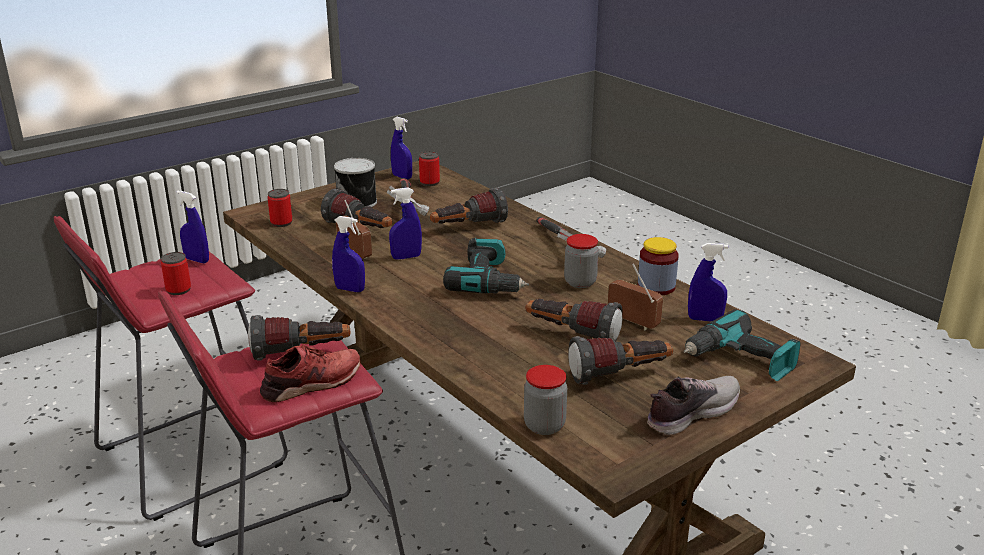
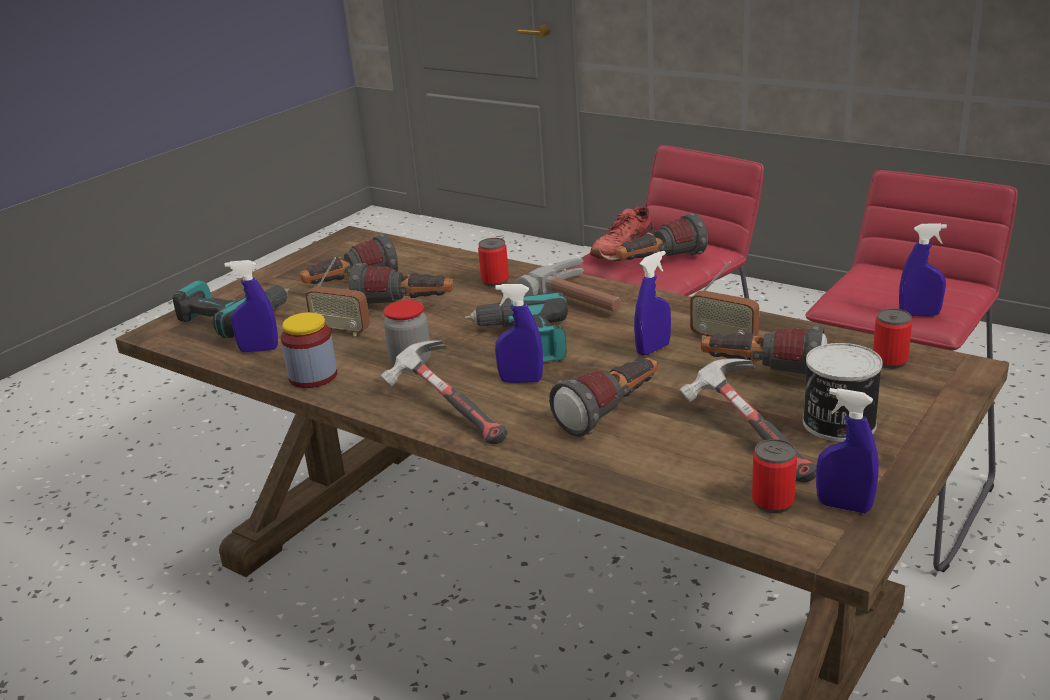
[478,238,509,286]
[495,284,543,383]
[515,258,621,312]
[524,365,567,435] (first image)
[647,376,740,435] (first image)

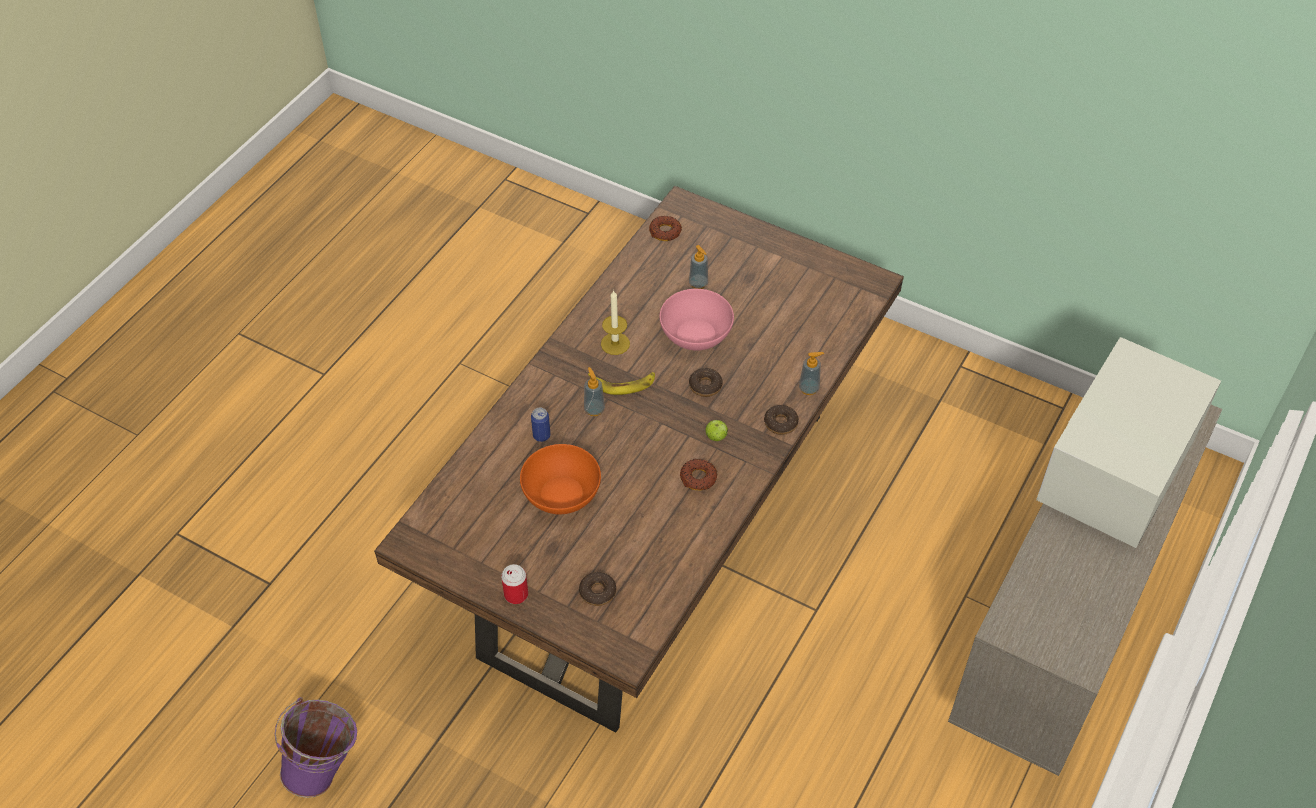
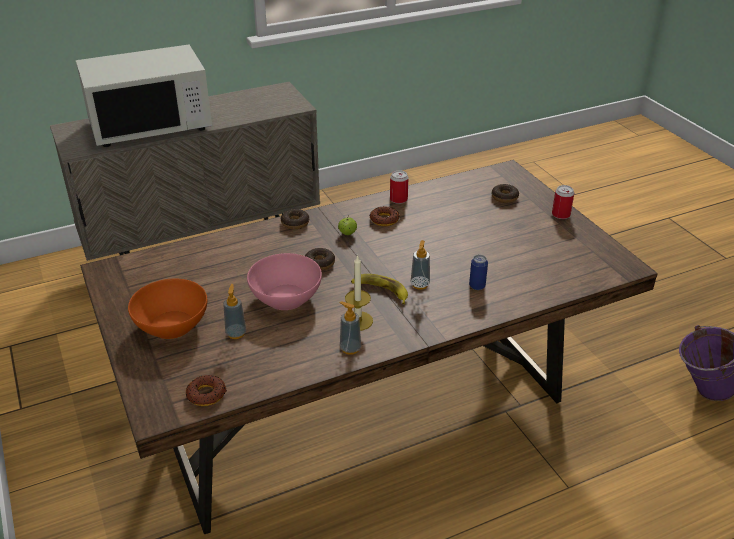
[128,279,207,339]
[339,301,361,355]
[390,170,409,204]

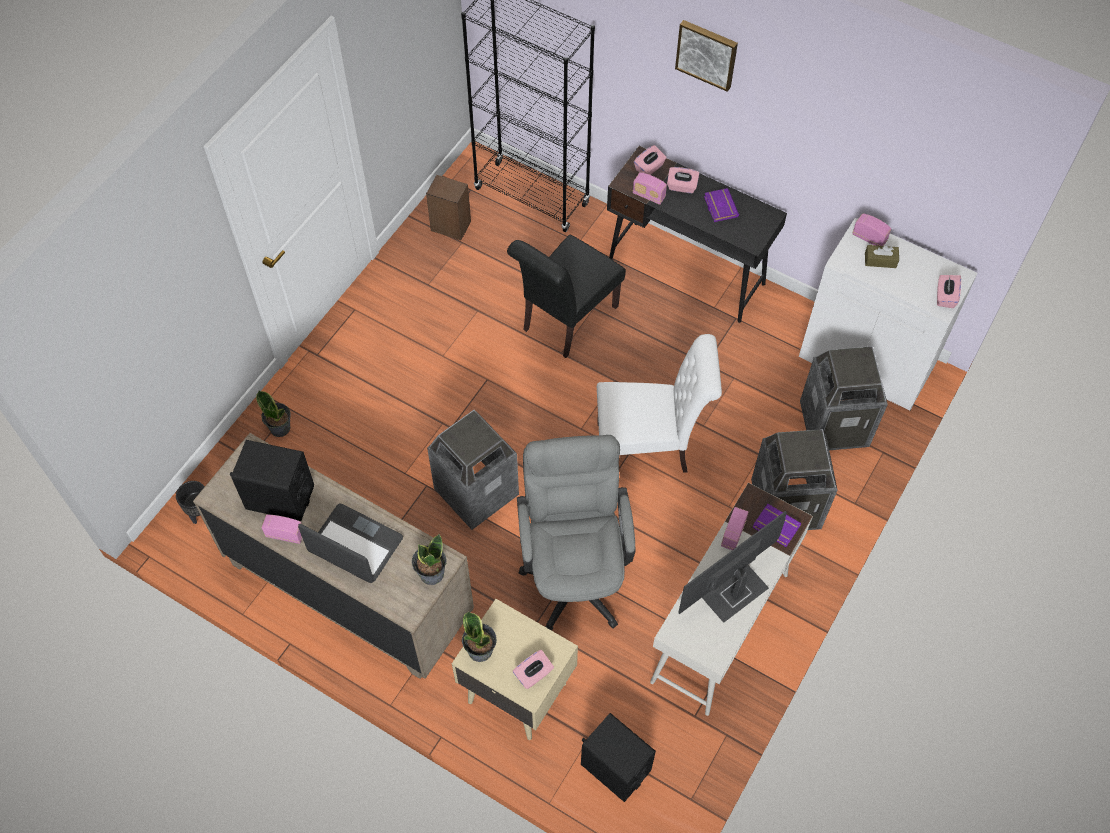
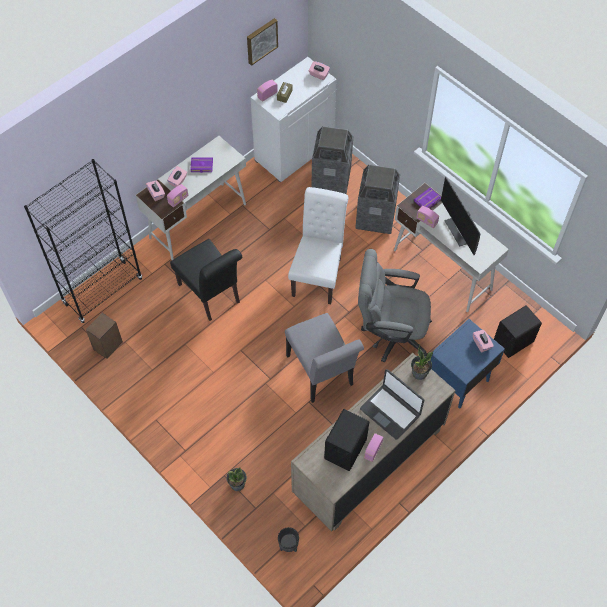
[136,136,246,260]
[247,18,278,66]
[285,313,364,403]
[360,369,424,440]
[430,319,505,408]
[462,611,497,662] (first image)

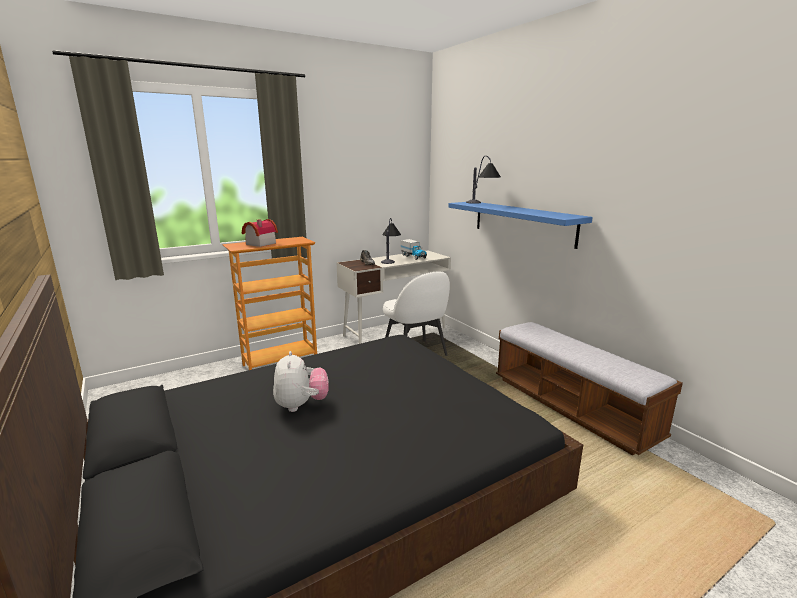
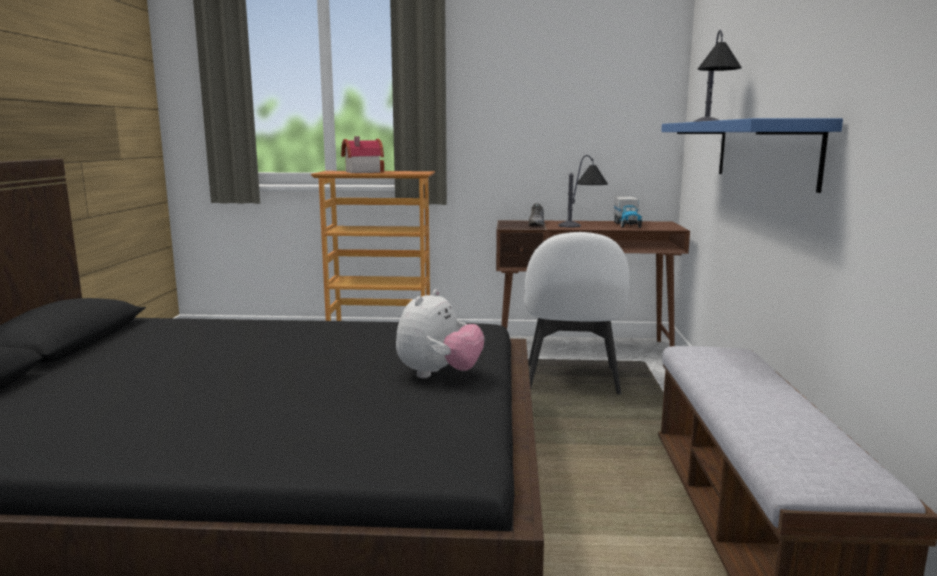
[396,289,484,378]
[496,220,690,347]

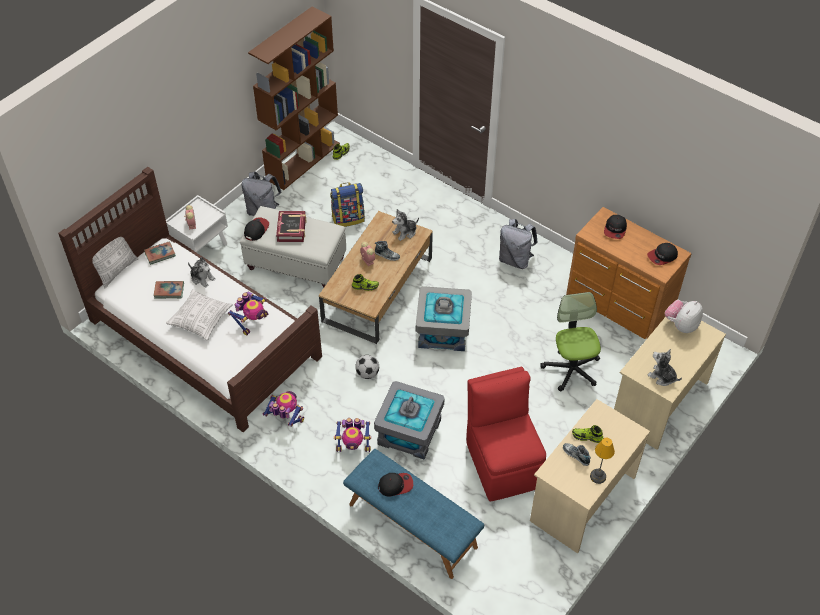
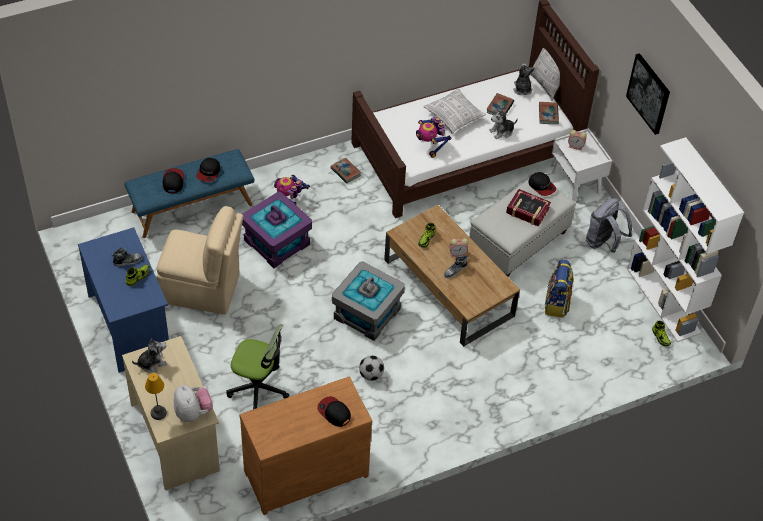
[78,227,169,373]
[145,373,167,420]
[156,206,243,314]
[162,168,184,193]
[242,192,312,268]
[330,158,361,184]
[359,355,384,381]
[513,64,535,95]
[626,53,670,135]
[627,137,744,342]
[499,219,538,269] (first image)

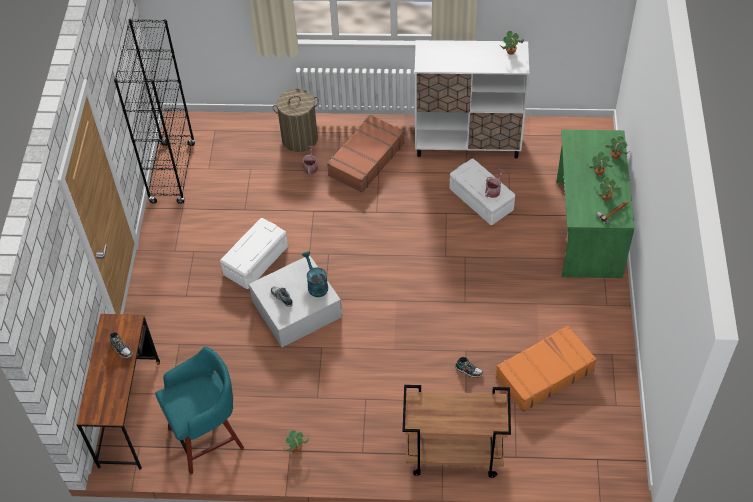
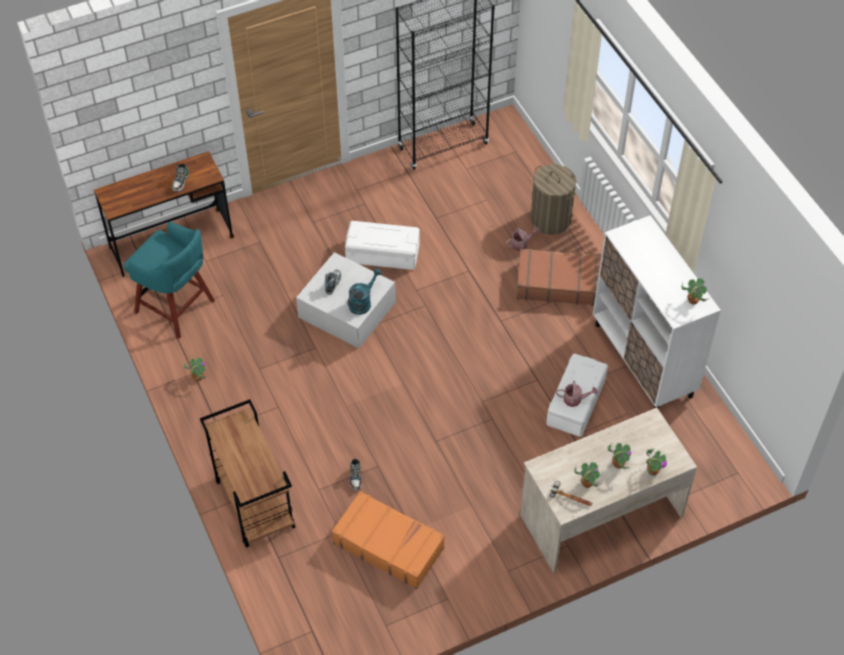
[520,408,697,573]

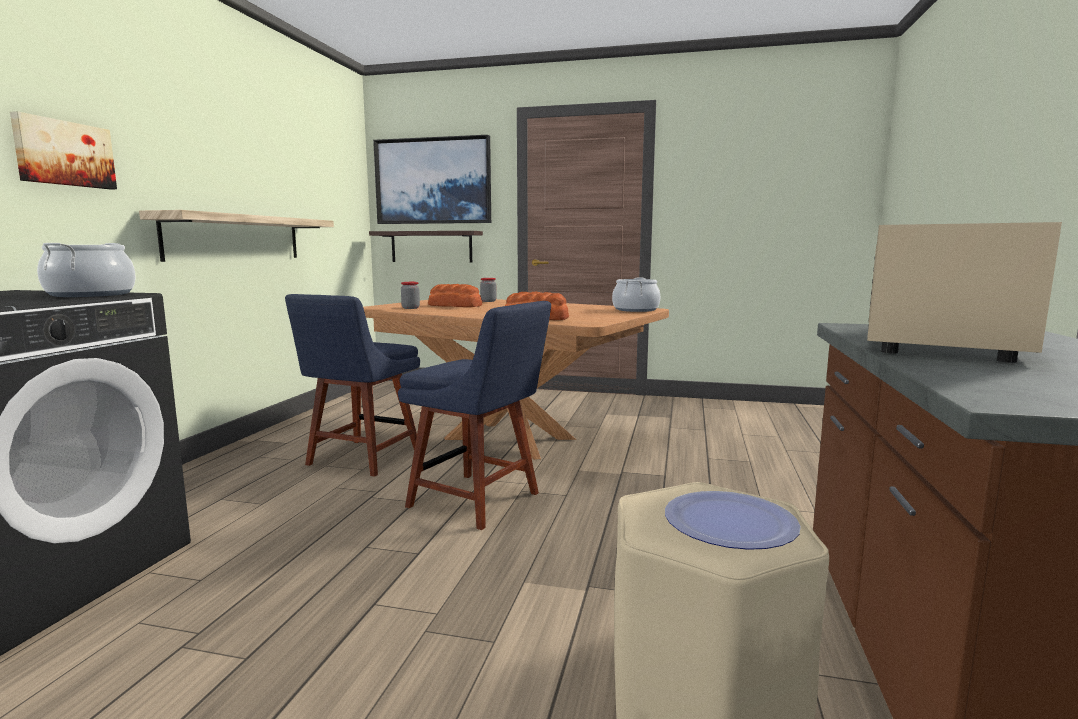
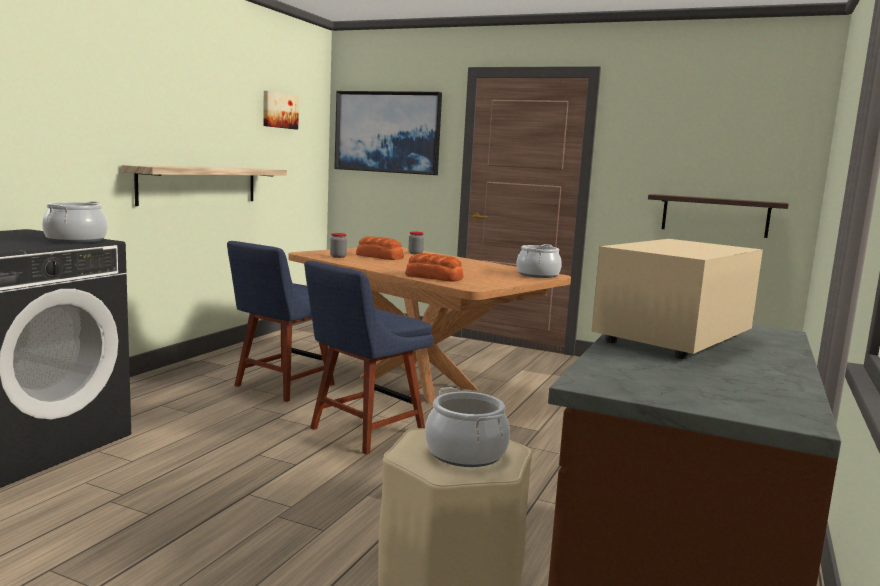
[263,91,299,130]
[304,261,434,455]
[425,387,510,467]
[648,194,789,238]

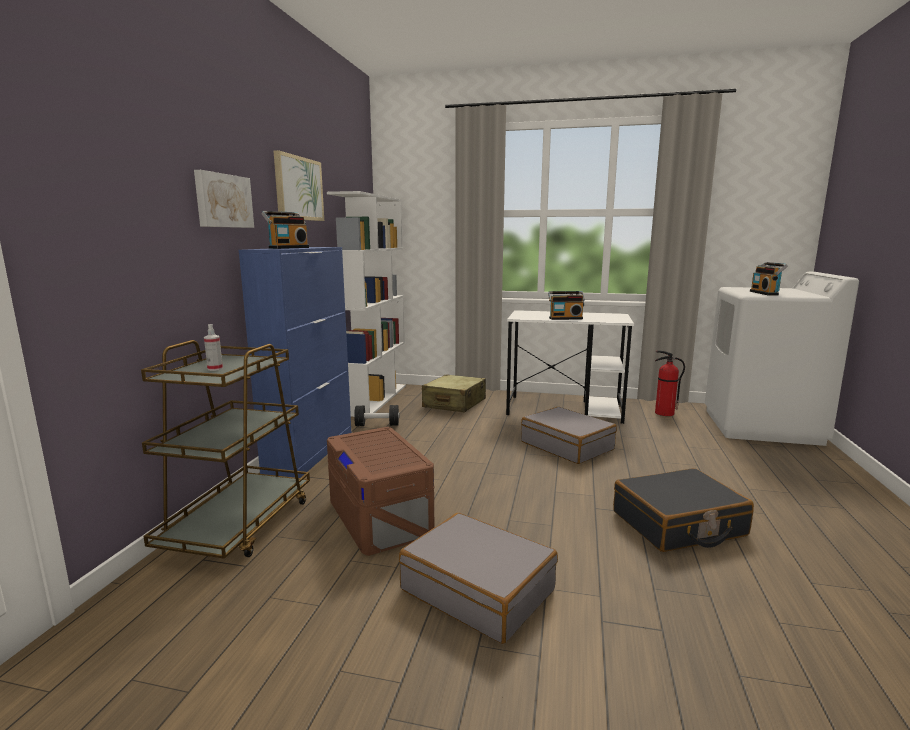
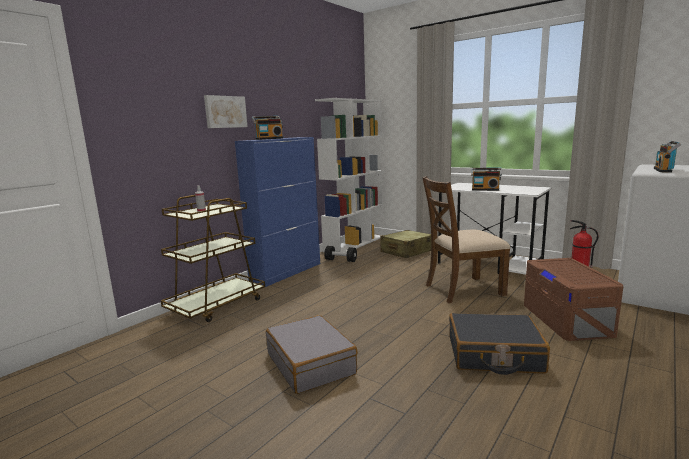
[423,176,511,303]
[524,258,623,341]
[273,150,324,221] (first image)

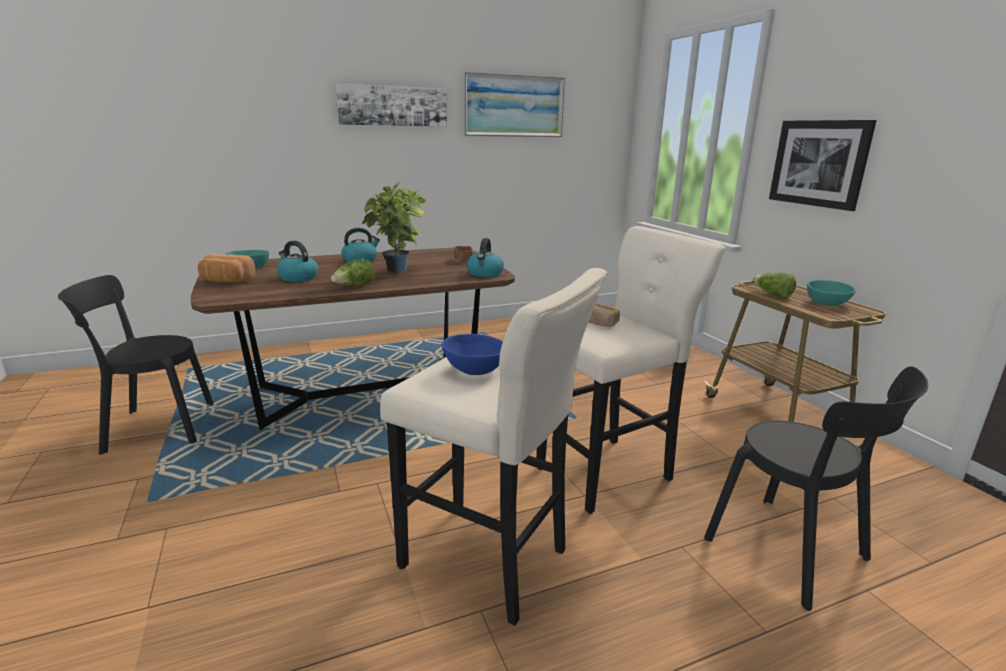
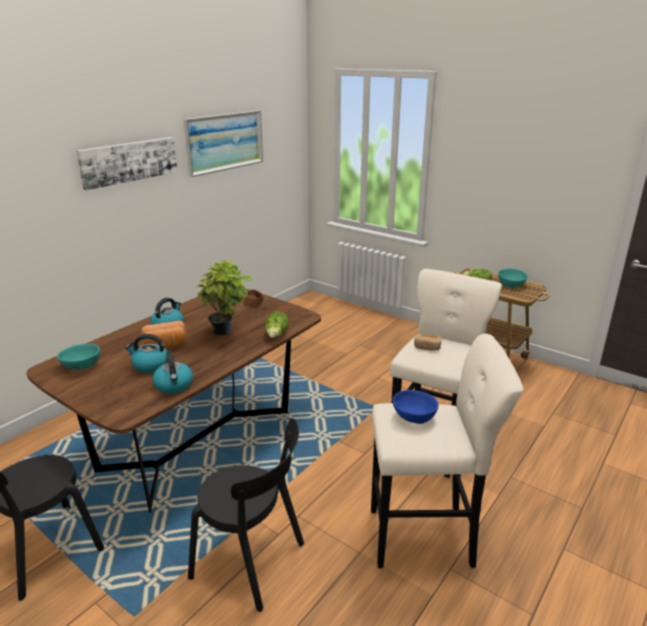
[141,321,186,349]
[153,350,193,394]
[188,418,304,612]
[265,311,289,338]
[769,120,877,211] (first image)

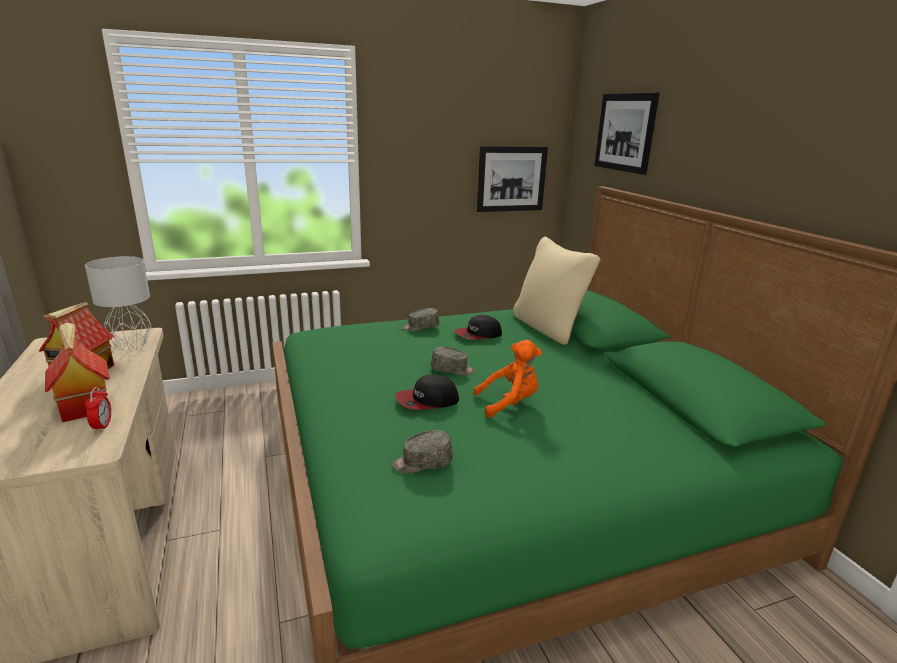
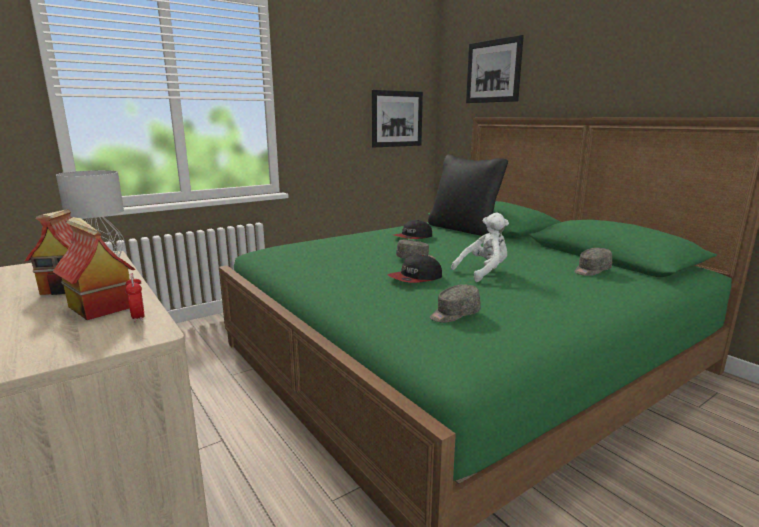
[428,155,508,236]
[451,213,509,282]
[574,248,612,276]

